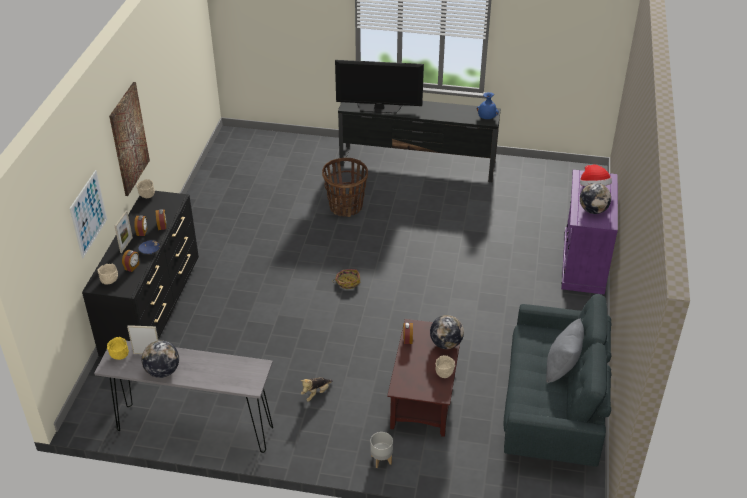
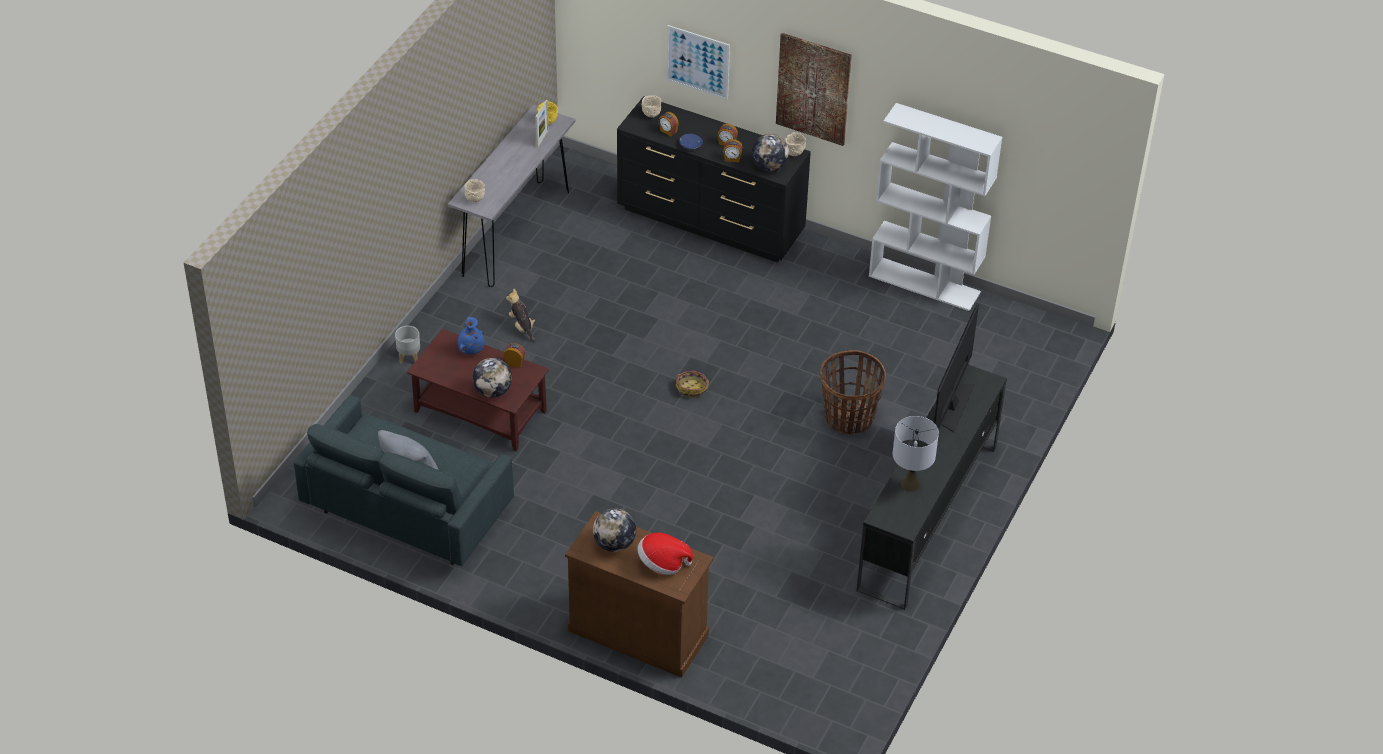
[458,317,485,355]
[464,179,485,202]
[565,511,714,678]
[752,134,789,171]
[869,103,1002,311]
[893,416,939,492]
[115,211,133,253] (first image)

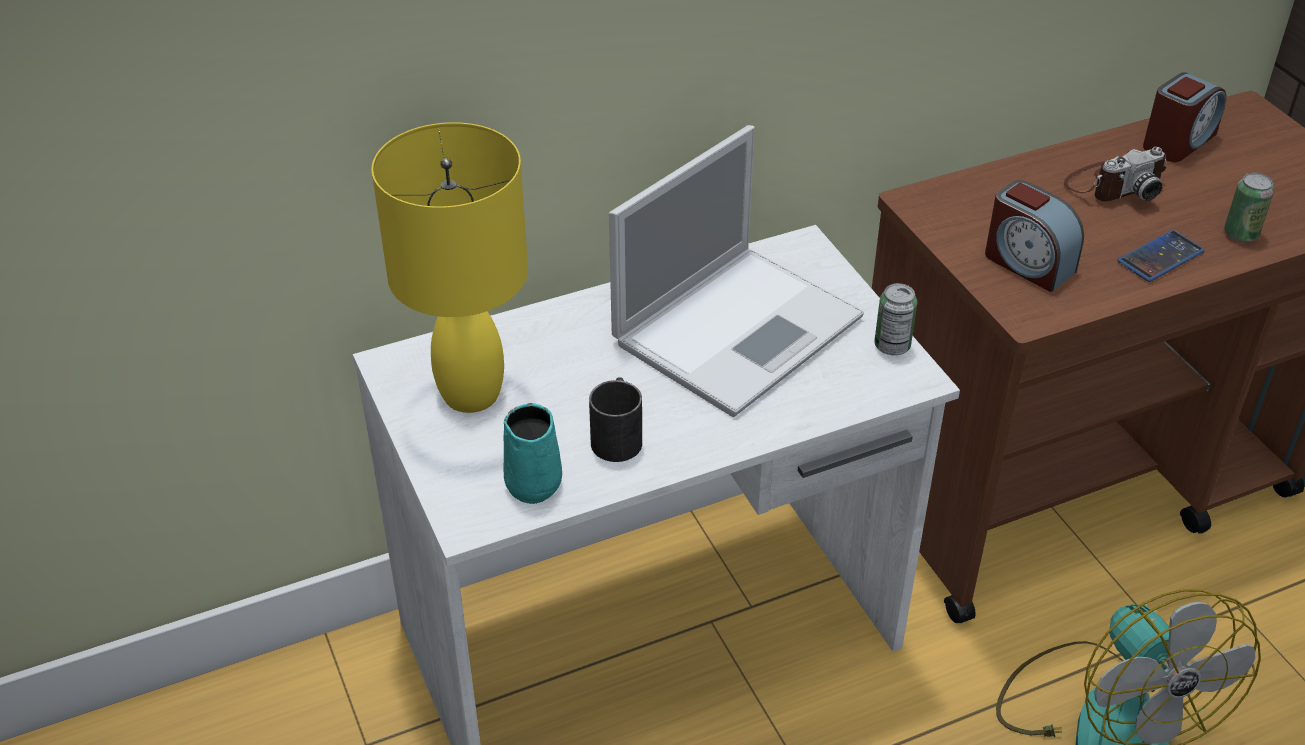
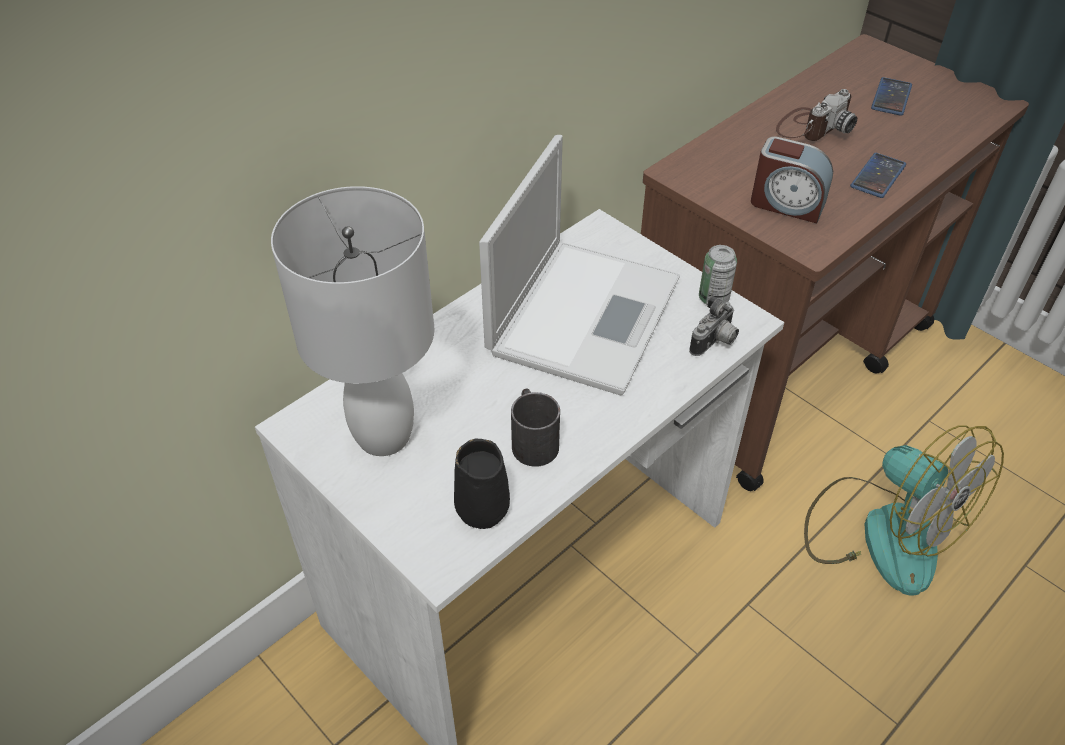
[271,186,434,456]
[454,439,510,529]
[689,295,739,356]
[871,77,912,116]
[1143,72,1226,162] (first image)
[1224,172,1274,242] (first image)

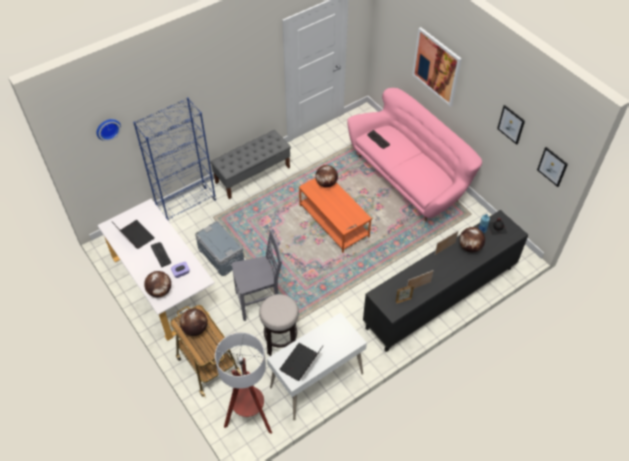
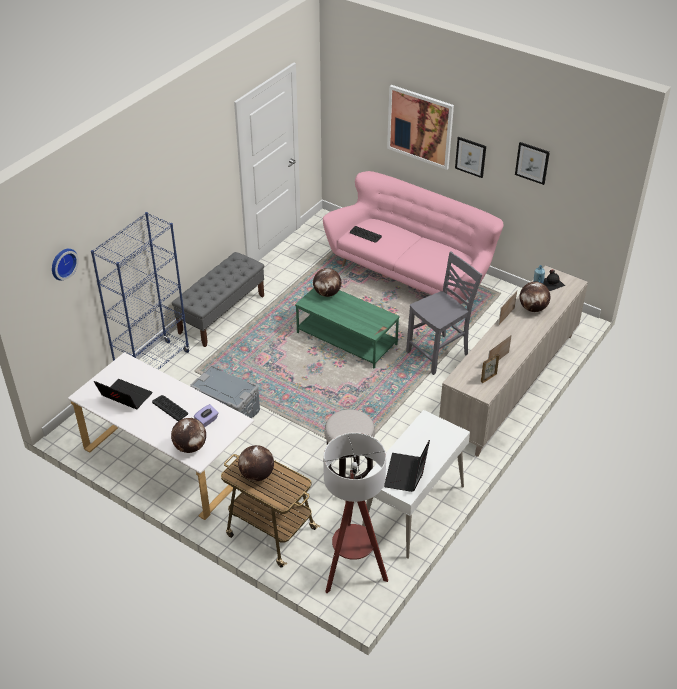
[295,288,400,369]
[406,252,482,375]
[439,265,588,457]
[455,137,486,178]

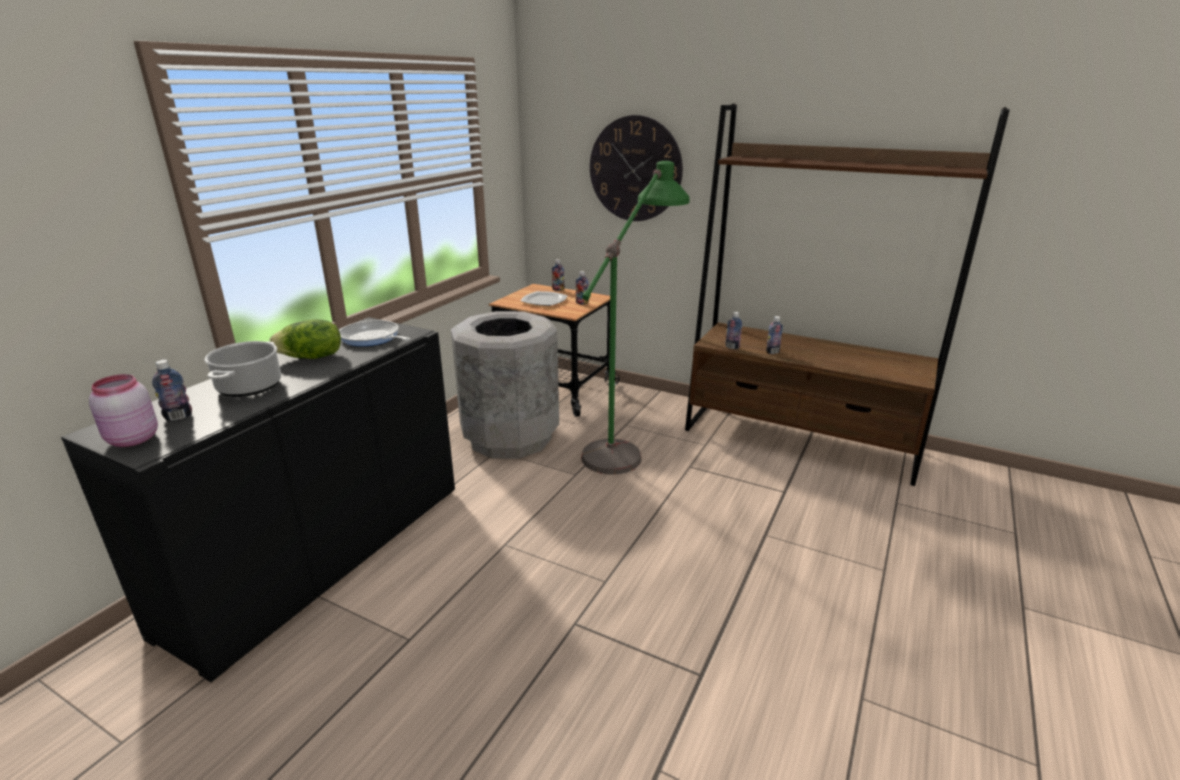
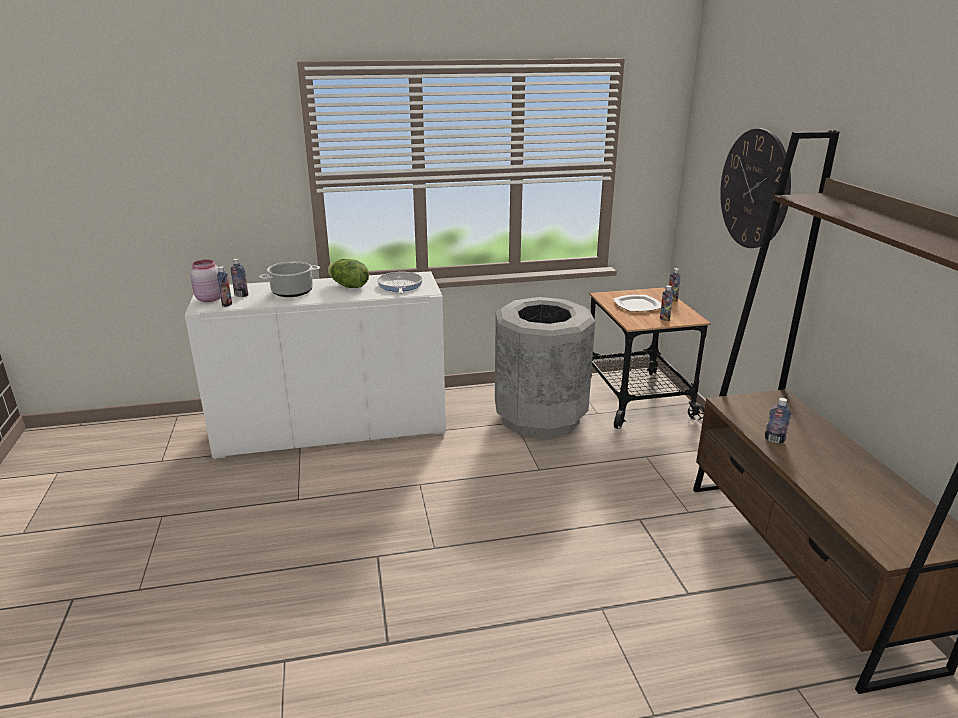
[185,271,446,459]
[217,266,232,307]
[581,161,689,474] (first image)

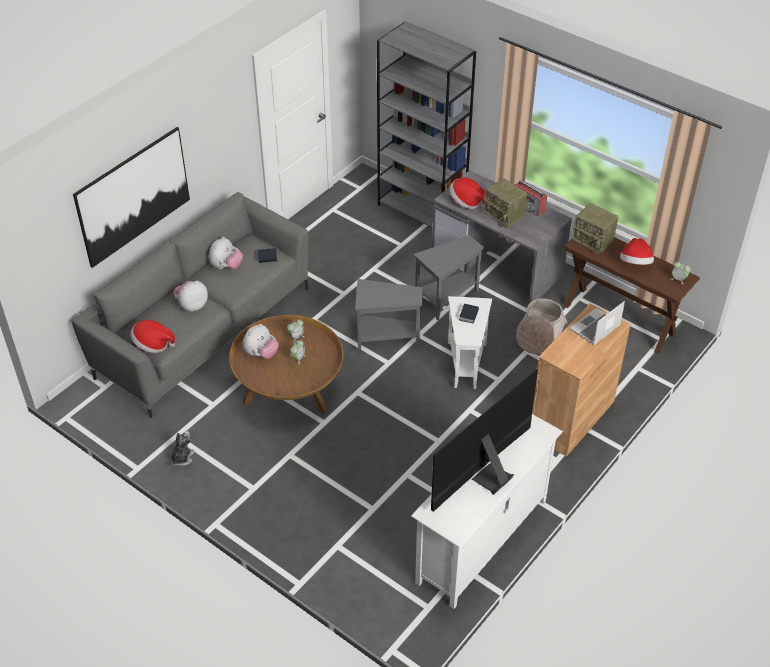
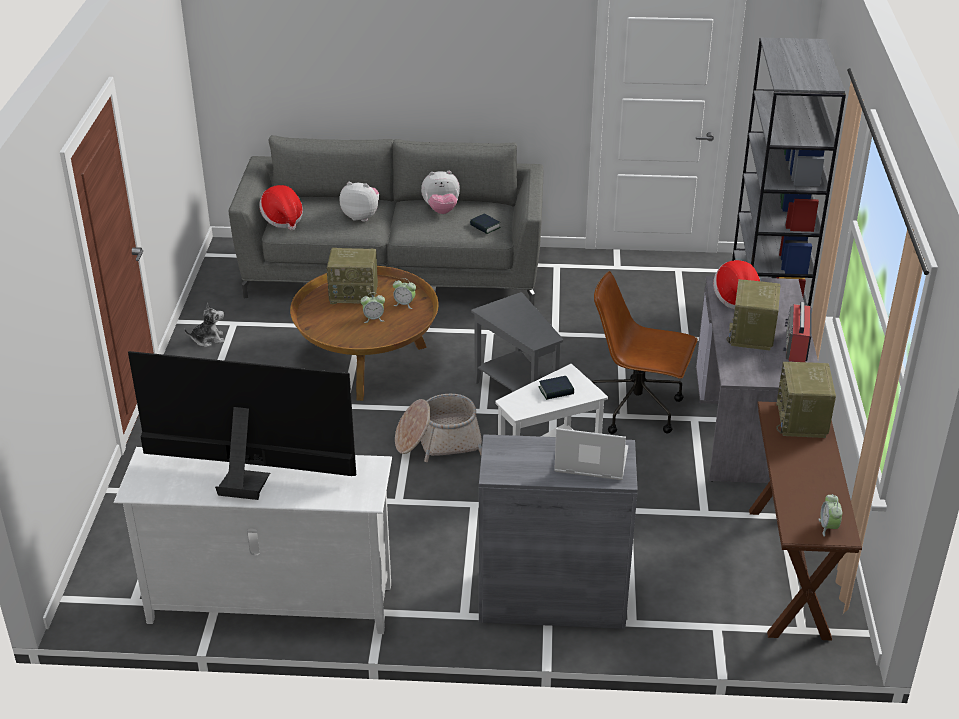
[327,248,378,305]
[395,394,482,462]
[479,434,638,629]
[592,271,698,434]
[73,127,190,268] (first image)
[620,238,654,265] (first image)

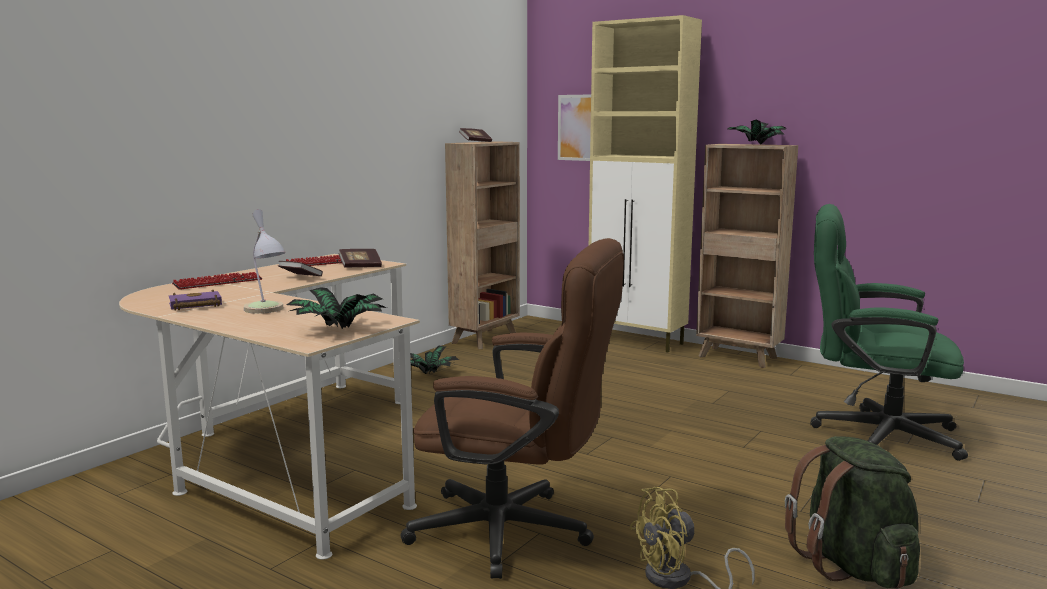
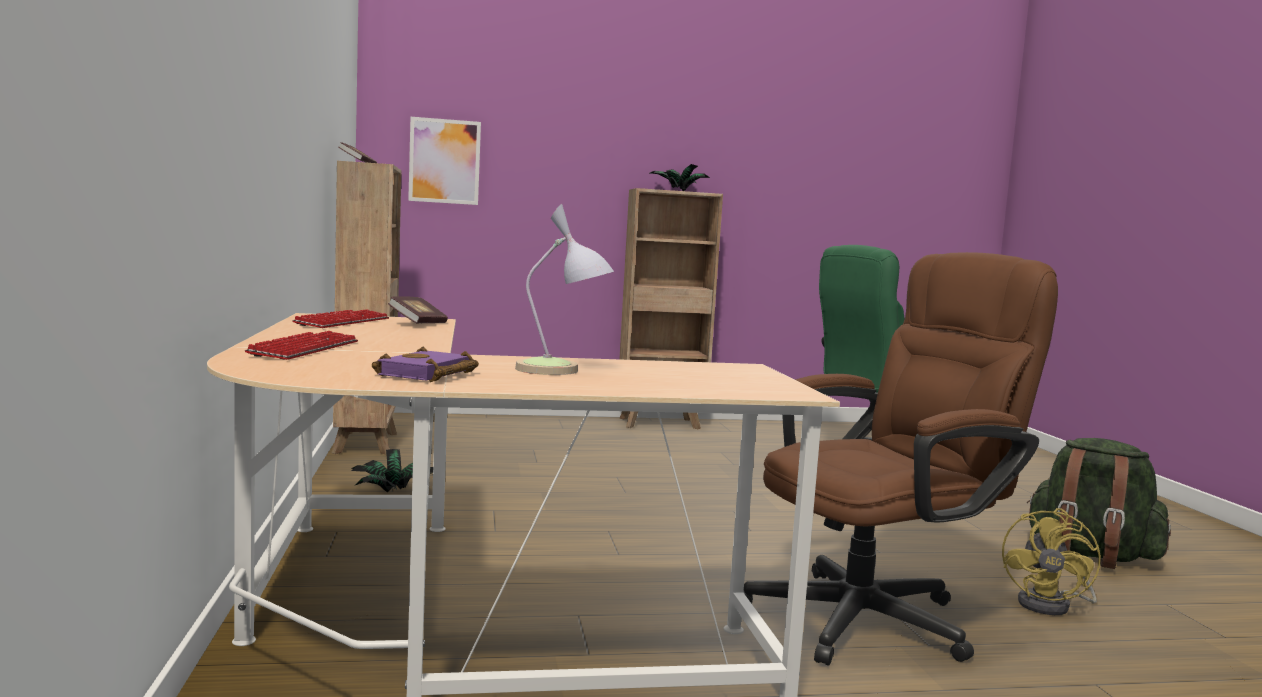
[278,261,323,276] (first image)
[287,287,387,329] (first image)
[589,15,702,353] (first image)

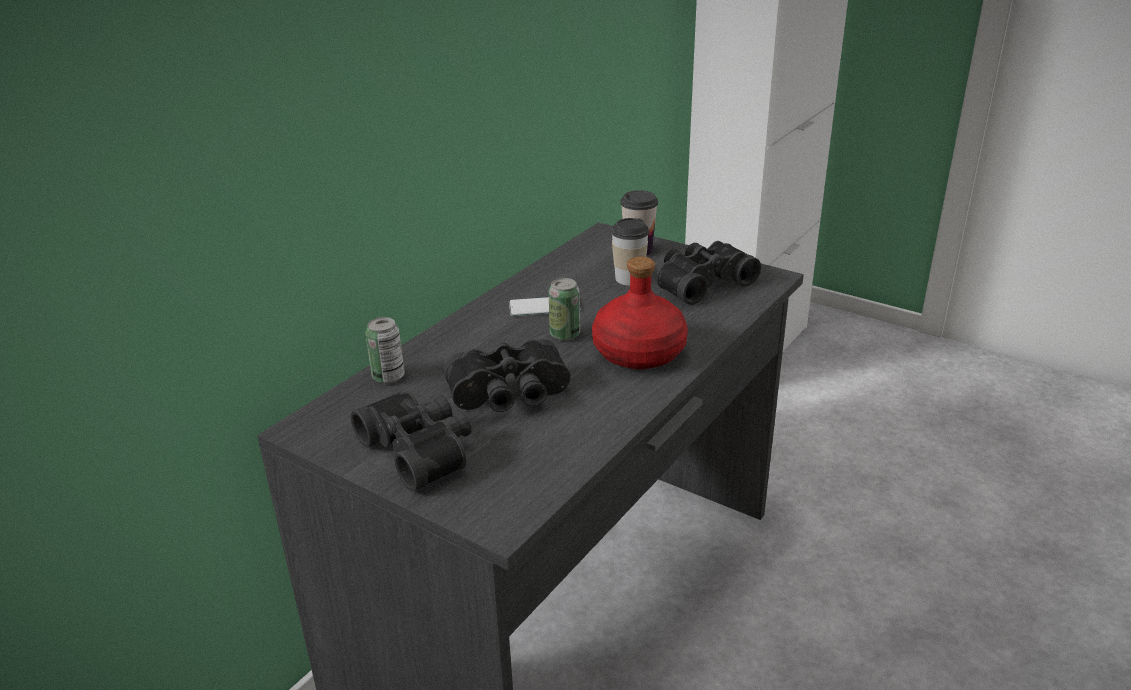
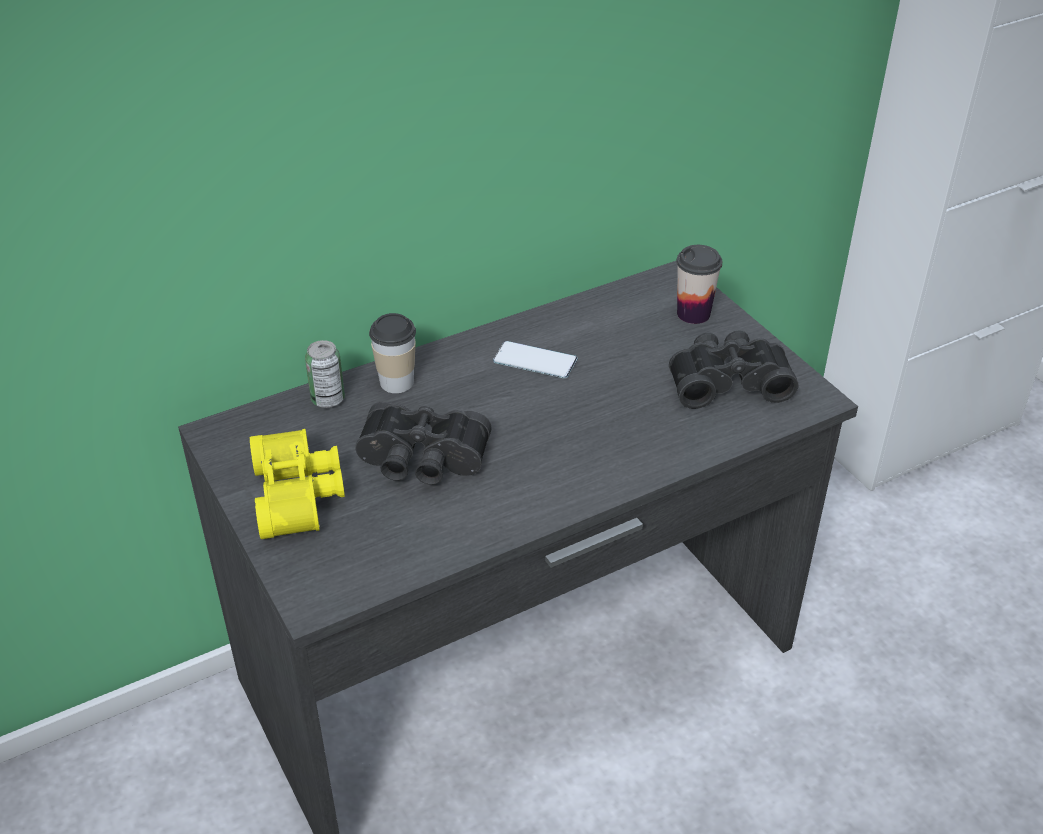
[250,429,345,539]
[369,313,416,393]
[548,278,580,341] (first image)
[592,256,688,369] (first image)

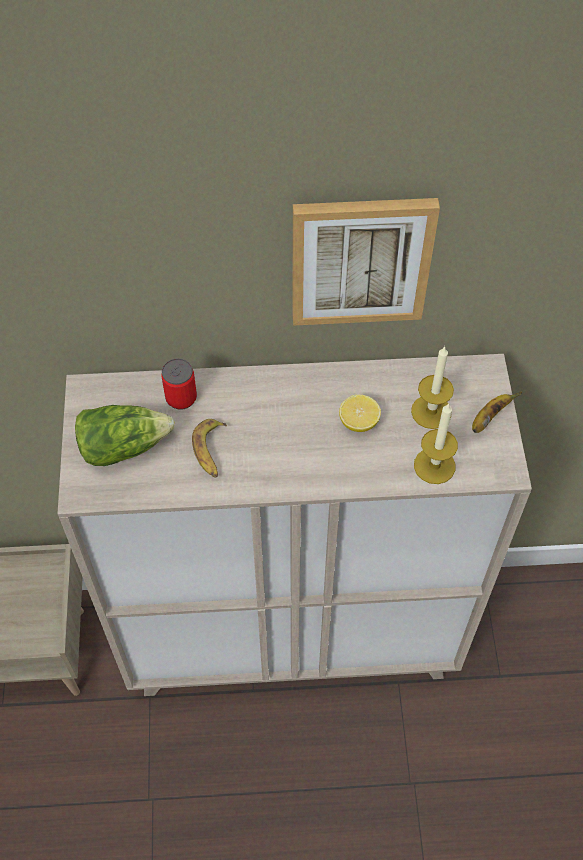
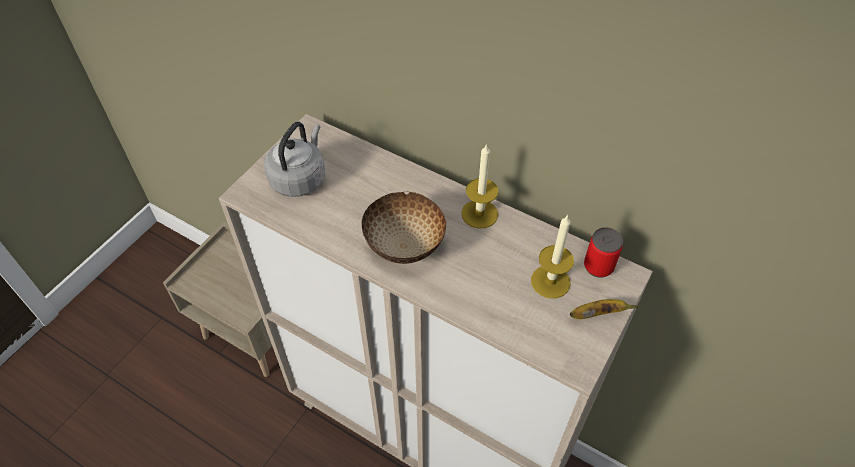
[264,122,325,197]
[362,191,446,264]
[461,144,498,229]
[584,227,623,278]
[192,419,227,478] (first image)
[293,198,440,326] (first image)
[339,395,381,432] (first image)

